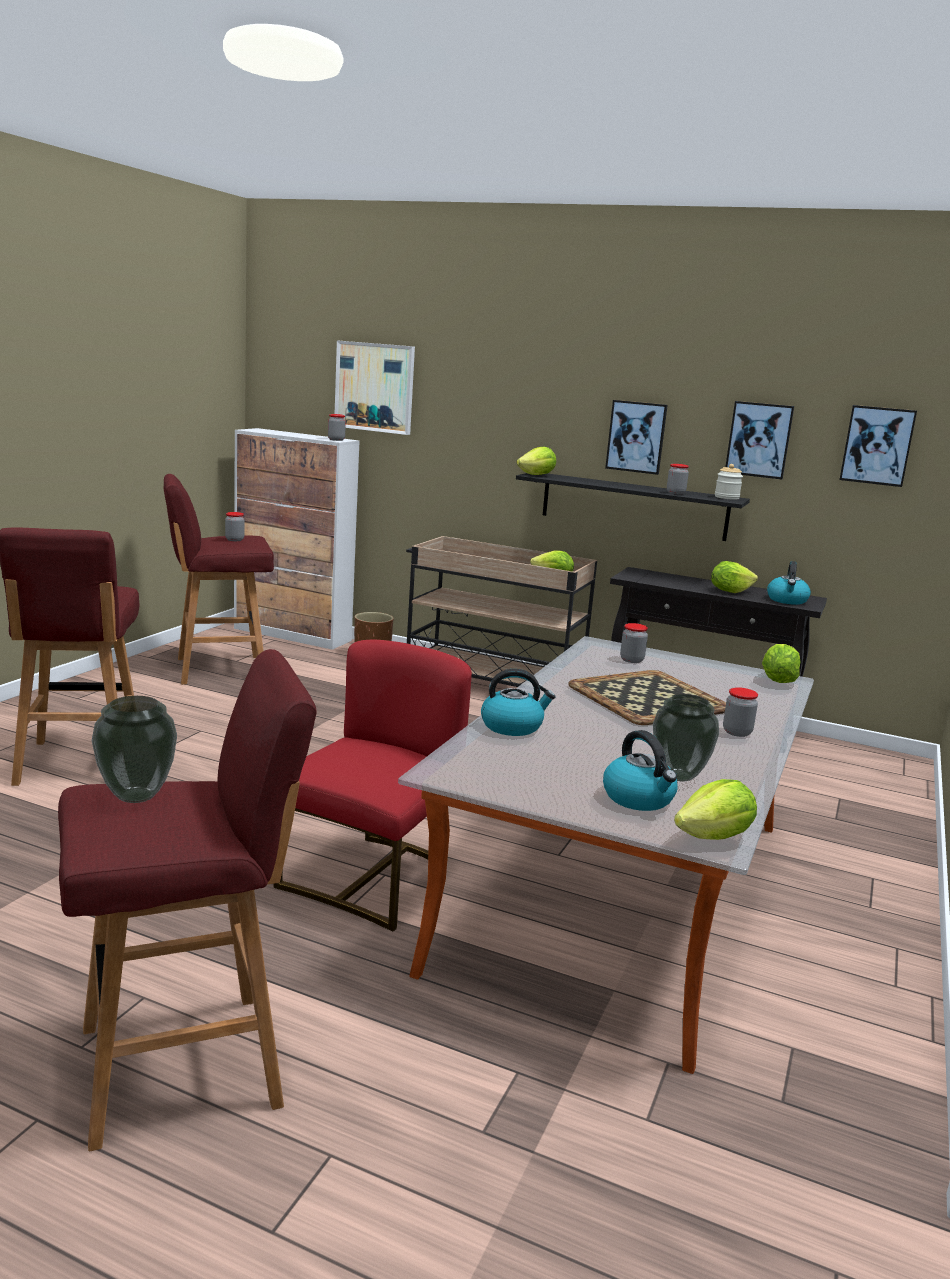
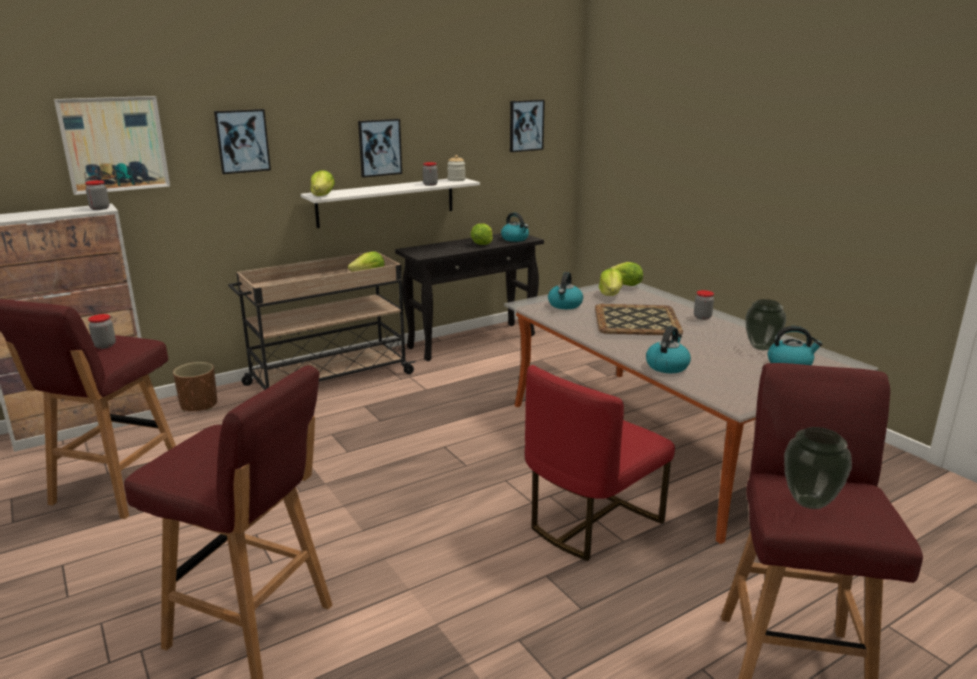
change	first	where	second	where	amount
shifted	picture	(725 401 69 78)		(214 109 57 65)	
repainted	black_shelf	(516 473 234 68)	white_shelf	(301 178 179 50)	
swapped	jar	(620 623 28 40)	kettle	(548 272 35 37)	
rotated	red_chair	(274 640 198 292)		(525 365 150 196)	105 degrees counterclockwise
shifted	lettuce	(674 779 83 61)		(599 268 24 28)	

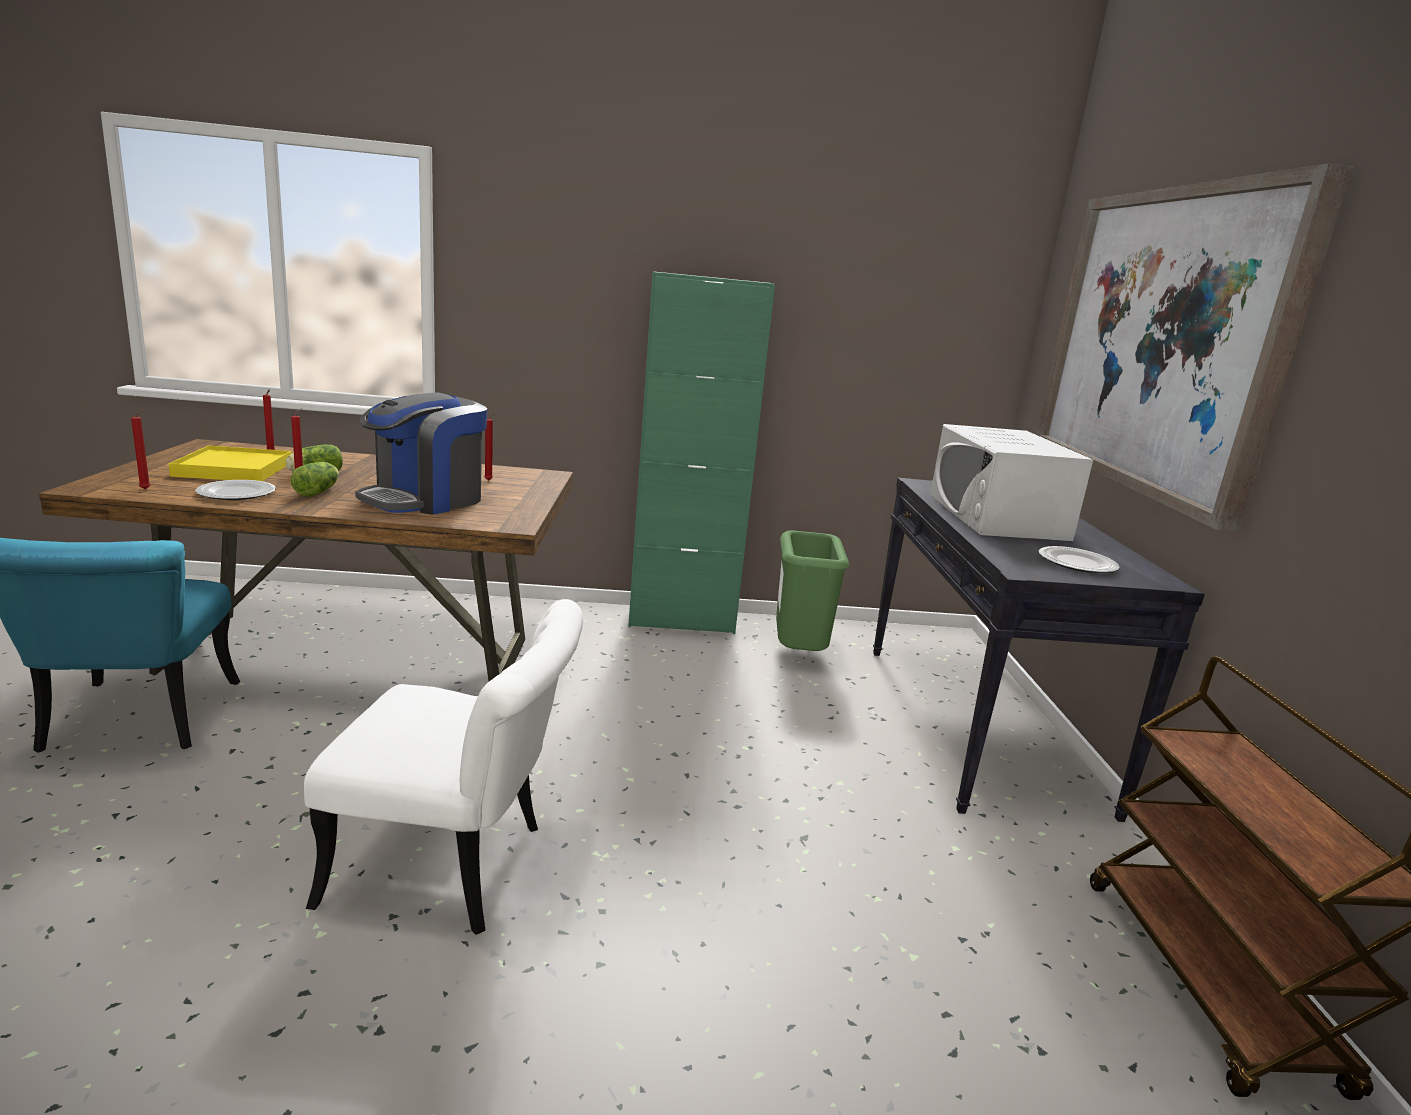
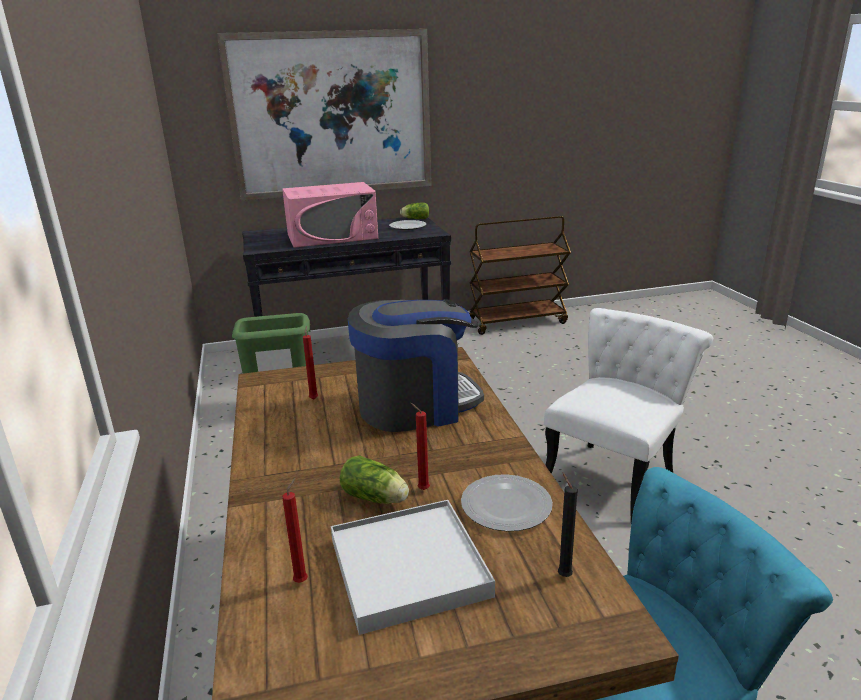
change	first	where	second	where	amount
gone	green_cabinet	(628 271 147 363)			
rotated	coffee_machine	(355 393 132 122)		(348 299 136 133)	45 degrees counterclockwise
repainted	red_candle	(131 410 20 80)	black_candle	(558 472 20 105)	
repainted	white_microwave	(930 424 163 117)	pink_microwave	(282 182 96 66)	
repainted	yellow_tray	(169 445 122 36)	white_tray	(331 500 164 135)	
shifted	lettuce	(291 462 48 35)		(400 202 29 17)	
rotated	white_chair	(304 599 279 336)		(544 308 169 215)	45 degrees clockwise

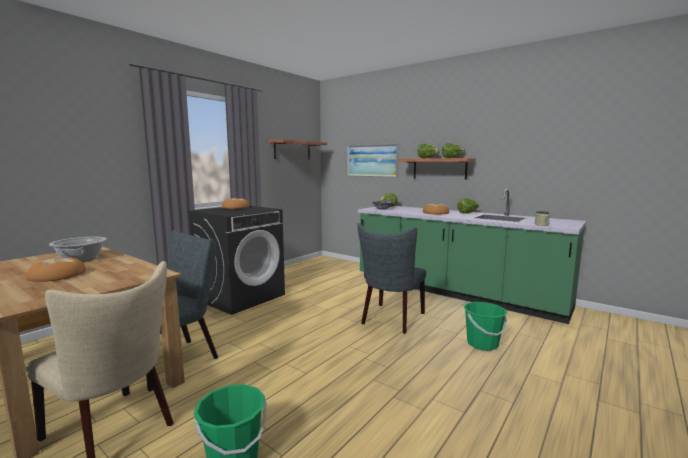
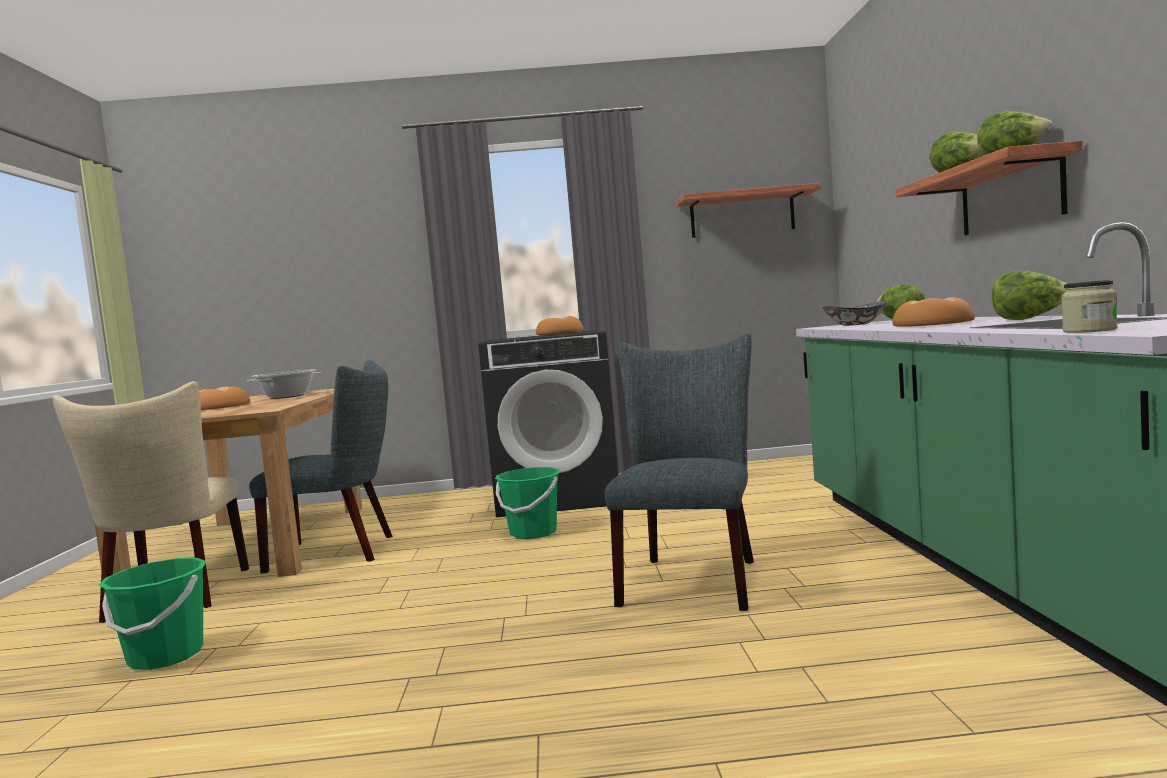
change	first	where	second	where	amount
gone	picture	(347 143 52 34)			
rotated	grey_chair	(357 223 69 111)		(605 333 149 278)	120 degrees clockwise
shifted	green_bucket	(464 302 44 49)		(495 467 65 72)	

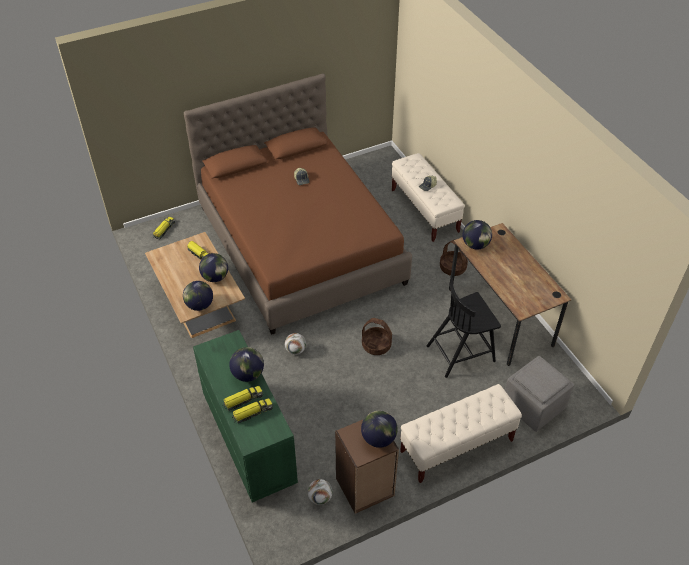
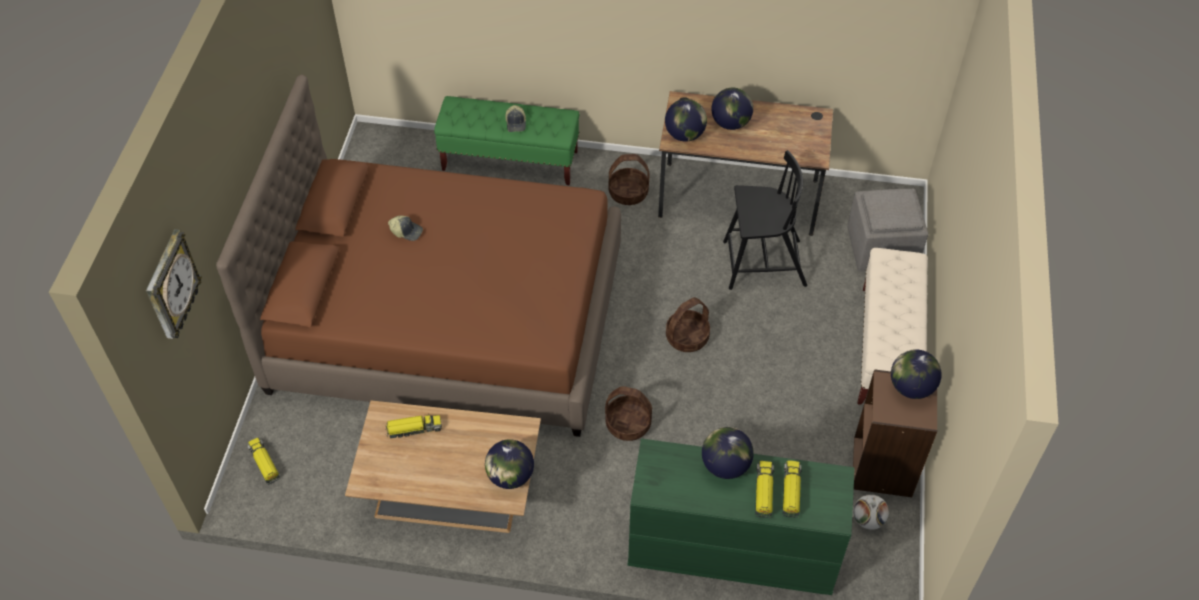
change	first	where	second	where	amount
repainted	beige_bench	(391 153 74 89)	green_bench	(434 96 145 89)	
shifted	globe	(199 253 29 29)		(711 88 42 42)	
rotated	black_chair	(426 277 75 101)		(723 150 84 140)	105 degrees counterclockwise
swapped	football	(285 333 21 22)	basket	(605 386 47 55)	
new			wall_clock	(146 229 56 110)	

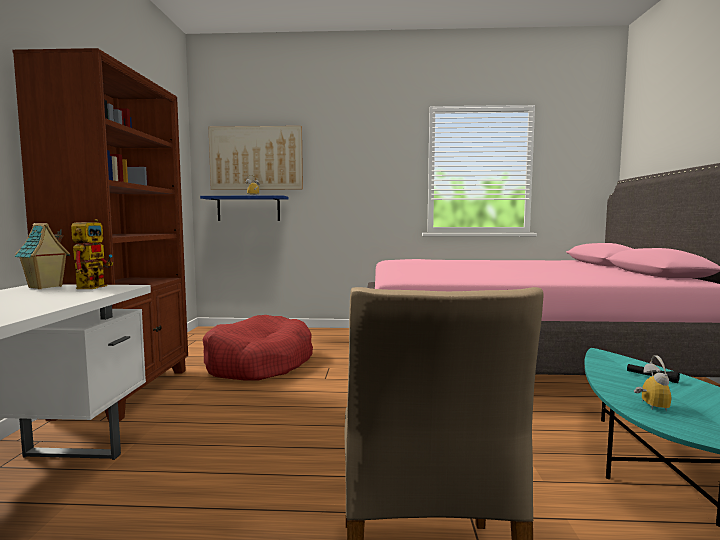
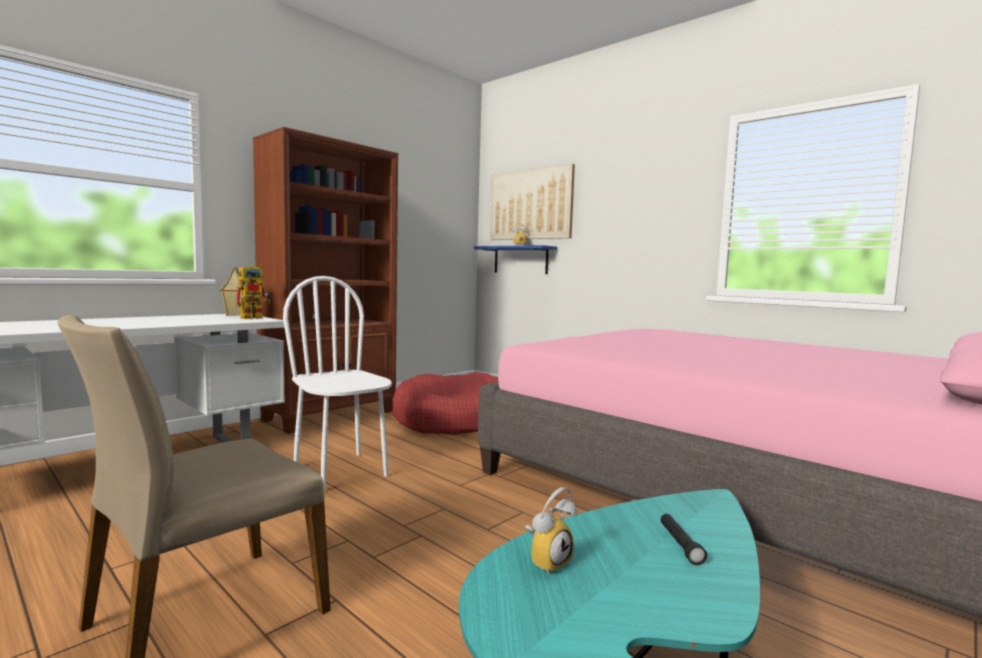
change	first	where	second	where	amount
new			white_chair	(283 276 109 216)	

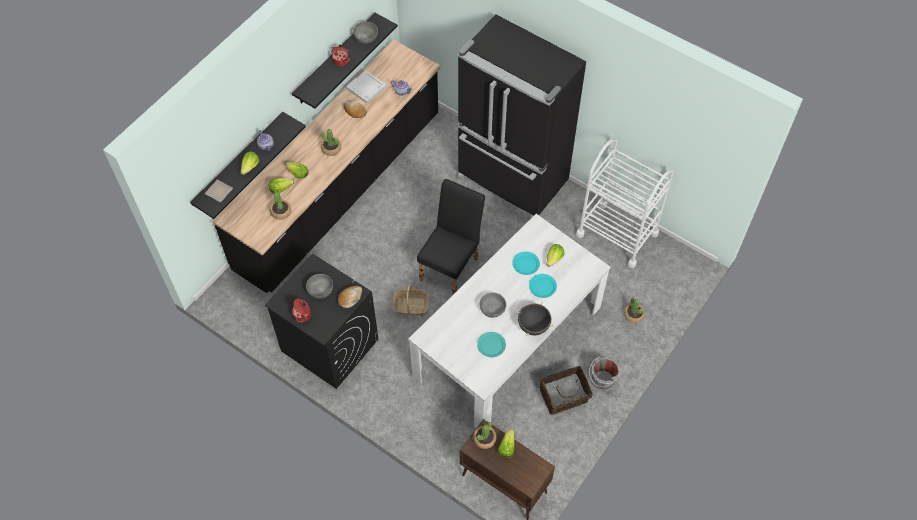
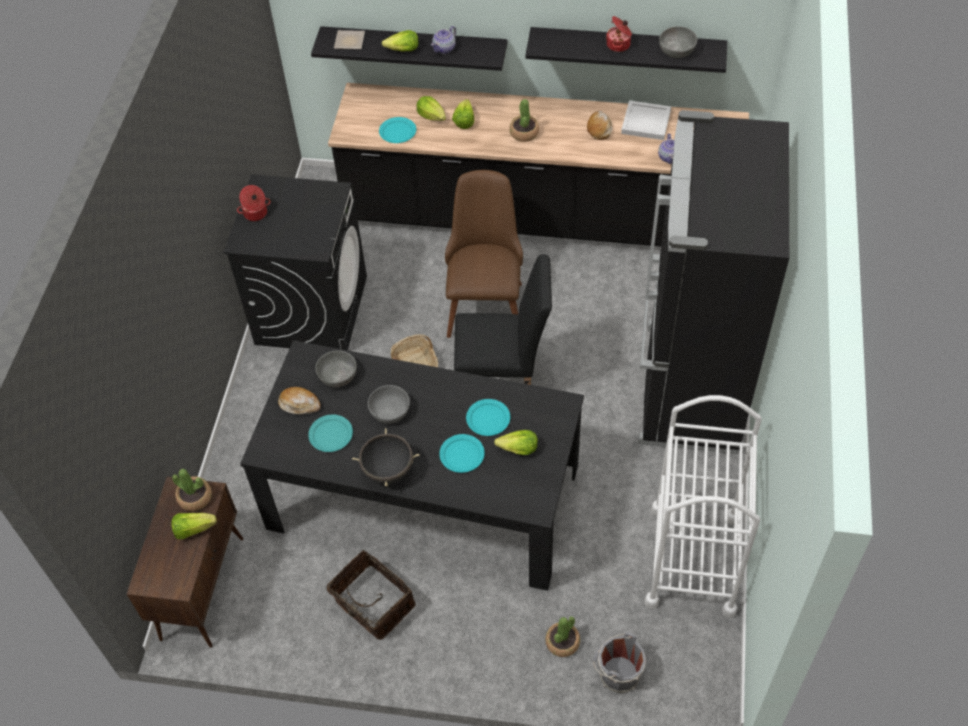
change	first	where	second	where	amount
swapped	potted_plant	(270 192 21 28)	turquoise_plate	(379 117 37 26)	
repainted	white_dining_table	(408 214 203 214)	black_dining_table	(240 340 344 251)	
shifted	grey_bowl	(306 274 27 25)		(315 350 42 38)	
shifted	bread	(338 286 24 23)		(278 387 43 27)	
shifted	grey_bucket	(589 356 31 36)		(593 632 53 61)	
new			brown_chair	(445 170 78 168)	

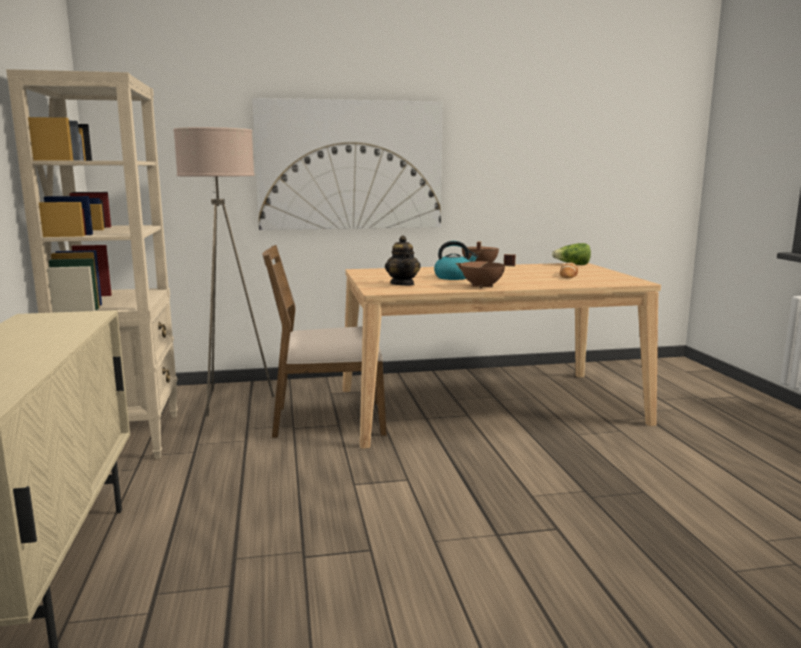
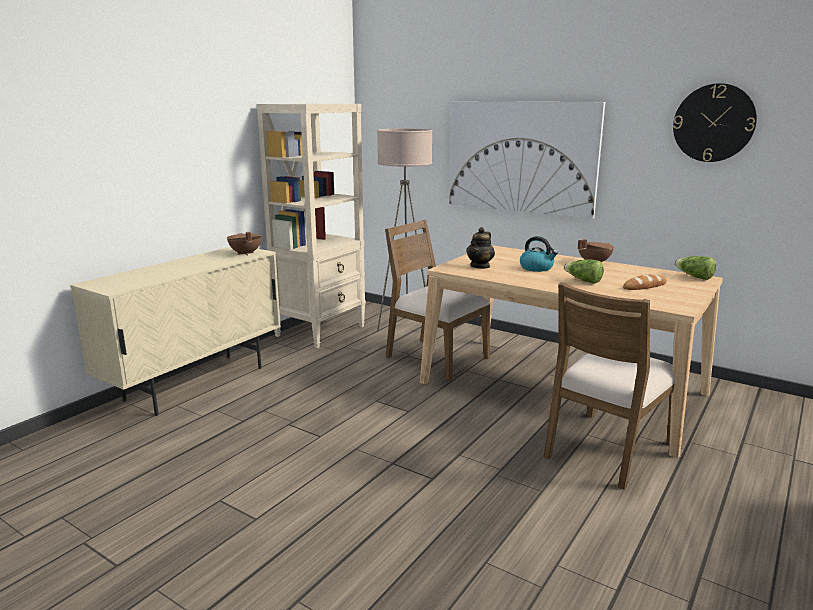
change	first	where	second	where	amount
shifted	brown_cooking_pot	(456 254 60 34)		(227 232 35 23)	
new			wall_clock	(673 83 84 79)	
new			lettuce	(564 260 40 24)	
new			brown_chair	(544 282 131 208)	

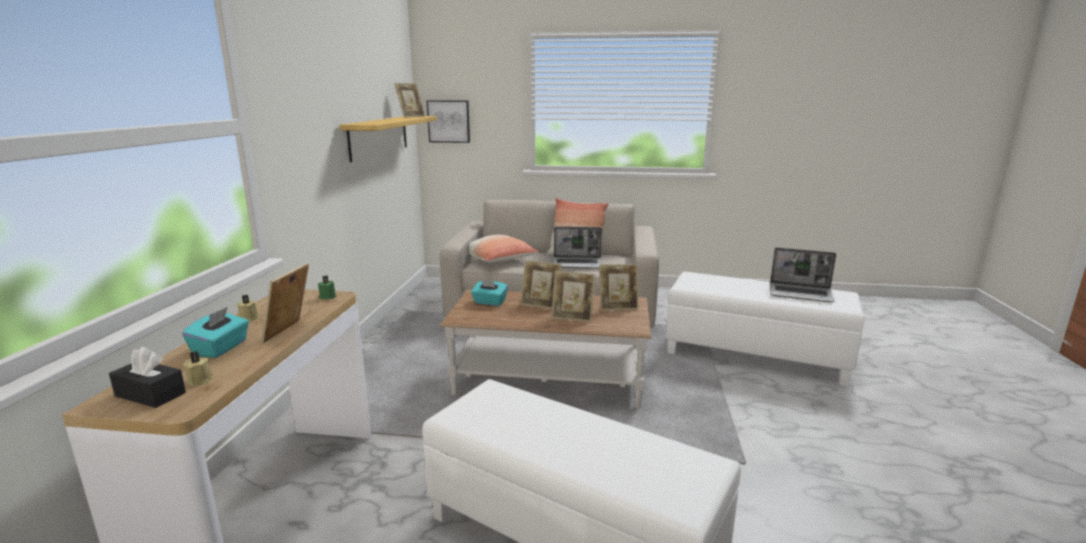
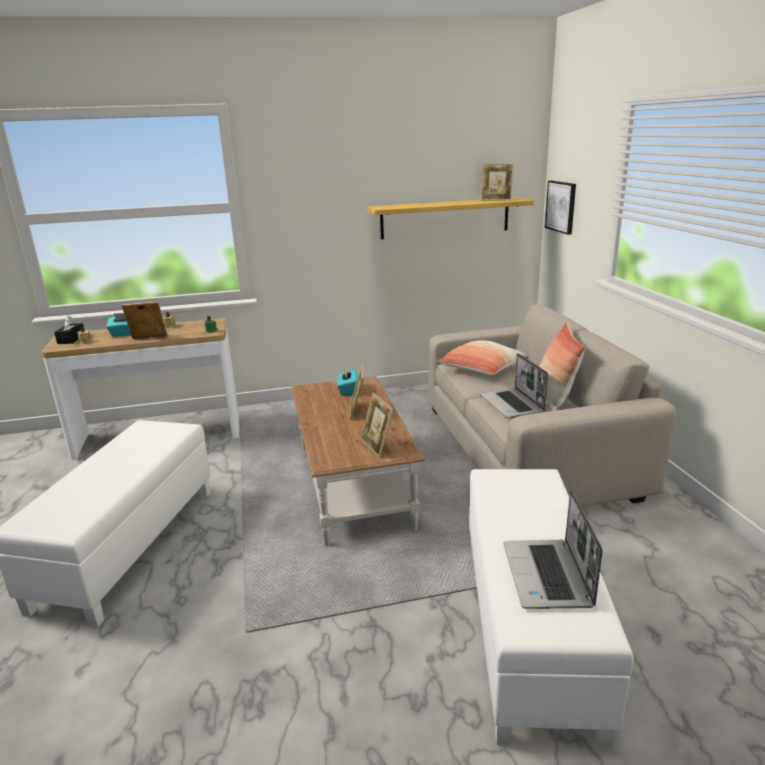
change	first	where	second	where	amount
gone	picture_frame	(551 271 44 51)			

